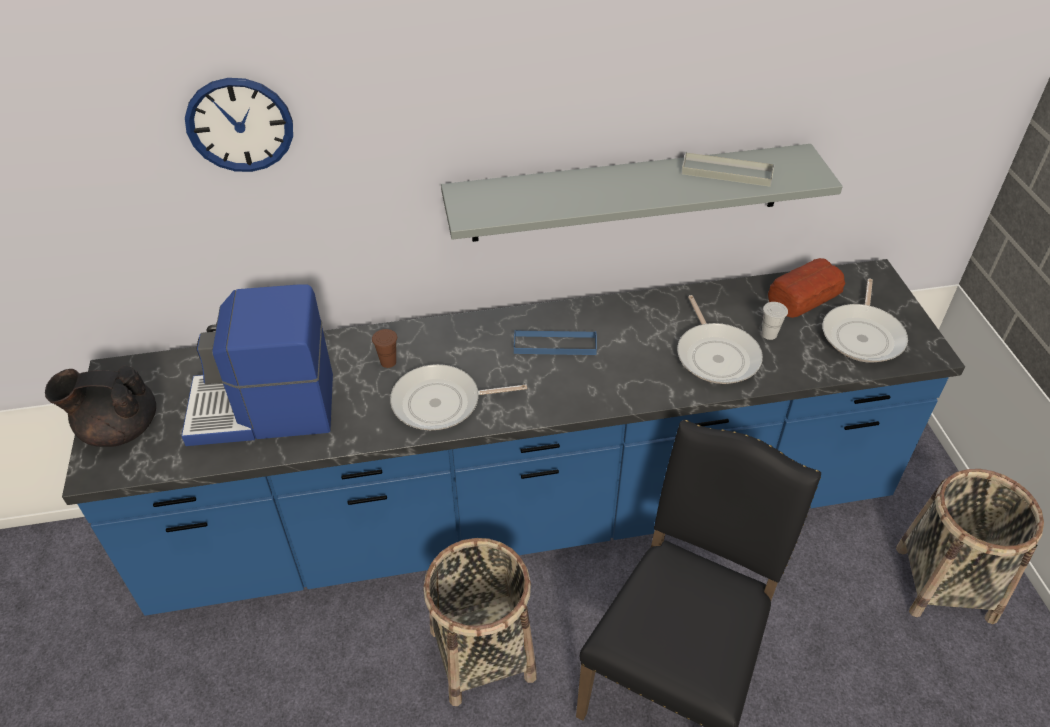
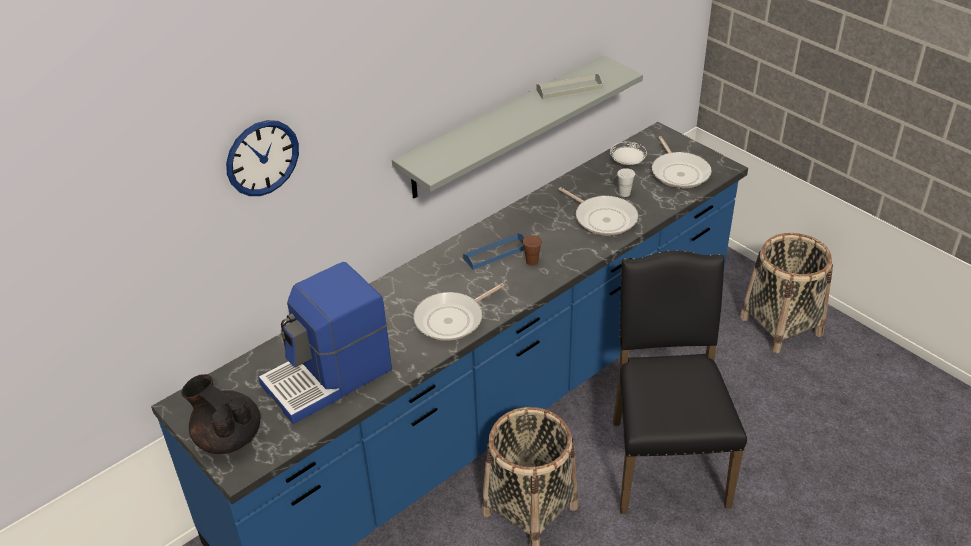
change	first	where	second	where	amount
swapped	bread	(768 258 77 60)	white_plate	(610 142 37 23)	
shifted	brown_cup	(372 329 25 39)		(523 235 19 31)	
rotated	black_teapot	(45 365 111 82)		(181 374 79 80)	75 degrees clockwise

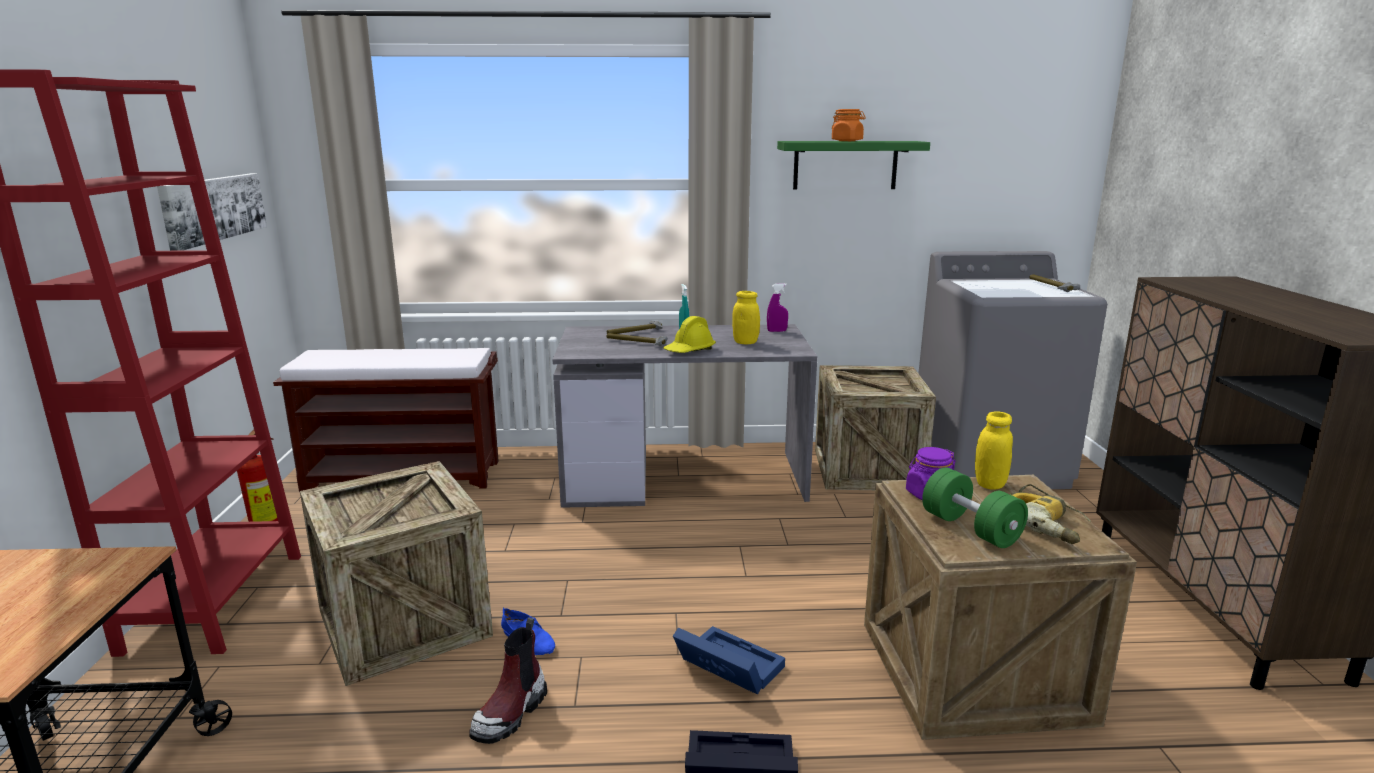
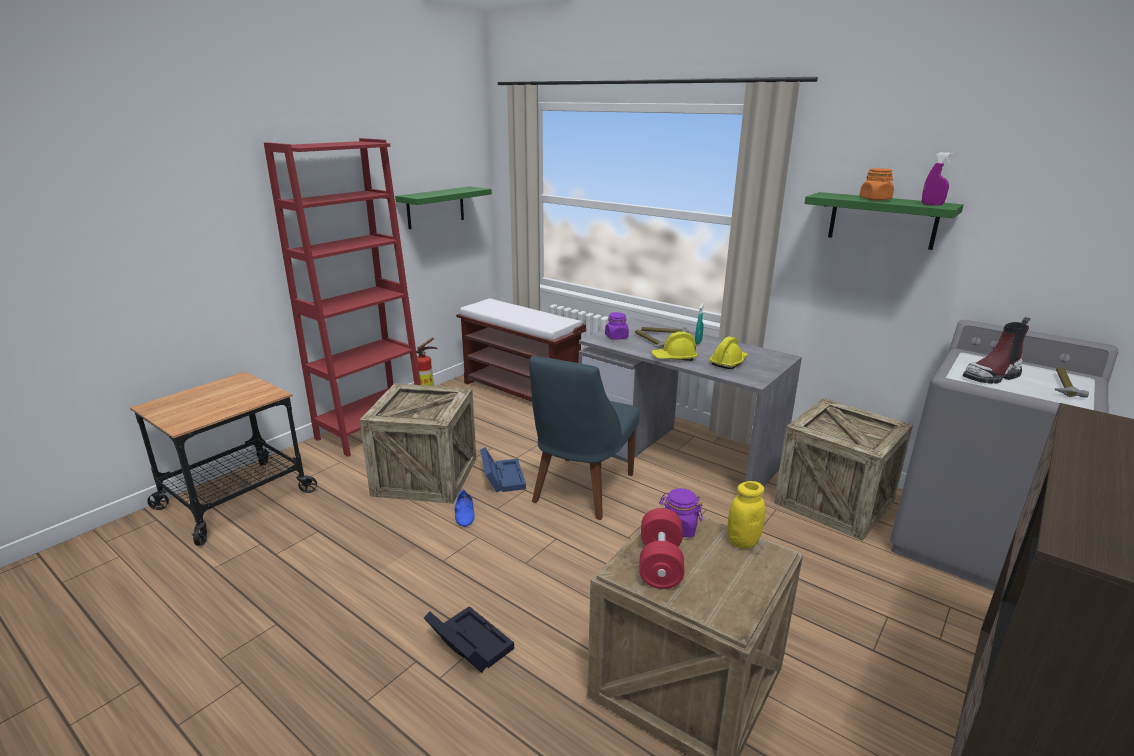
change	first	where	second	where	amount
swapped	picture	(157 173 110 78)	green_shelf	(395 186 97 43)	
shifted	purple_spray_bottle	(767 283 21 49)		(922 152 32 54)	
swapped	yellow_jar	(732 291 28 53)	yellow_hard_hat	(710 337 38 32)	
repainted	green_dumbbell	(922 467 106 81)	red_dumbbell	(639 508 45 81)	
gone	power_drill	(1010 484 81 60)			
shifted	boot	(469 618 78 126)		(963 317 67 67)	
shifted	blue_storage_box	(673 626 112 69)		(480 447 46 45)	
new			purple_jar	(605 312 24 28)	
new			blue_chair	(529 356 110 164)	

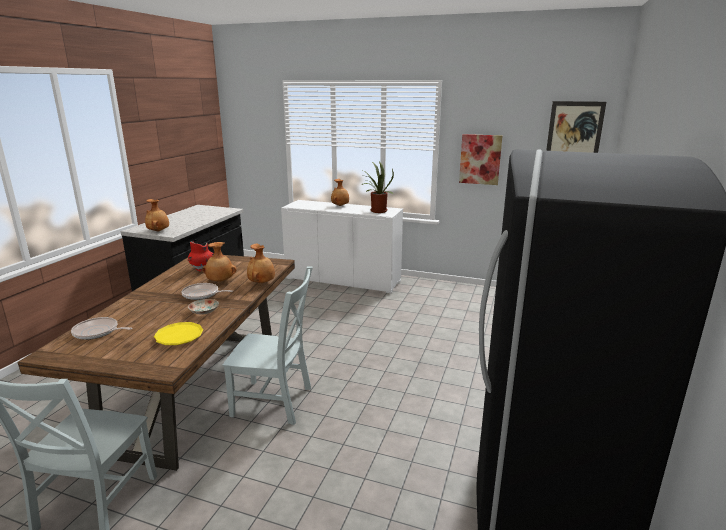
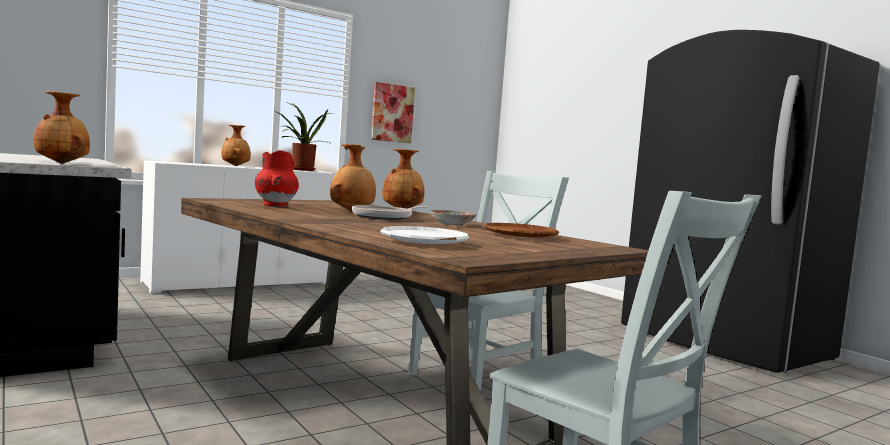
change	first	where	second	where	amount
gone	picture	(546 101 60 52)			
swapped	frying_pan	(71 317 61 23)	white_plate	(380 226 89 18)	
repainted	yellow_plate	(154 322 49 23)	brown_plate	(485 223 74 14)	

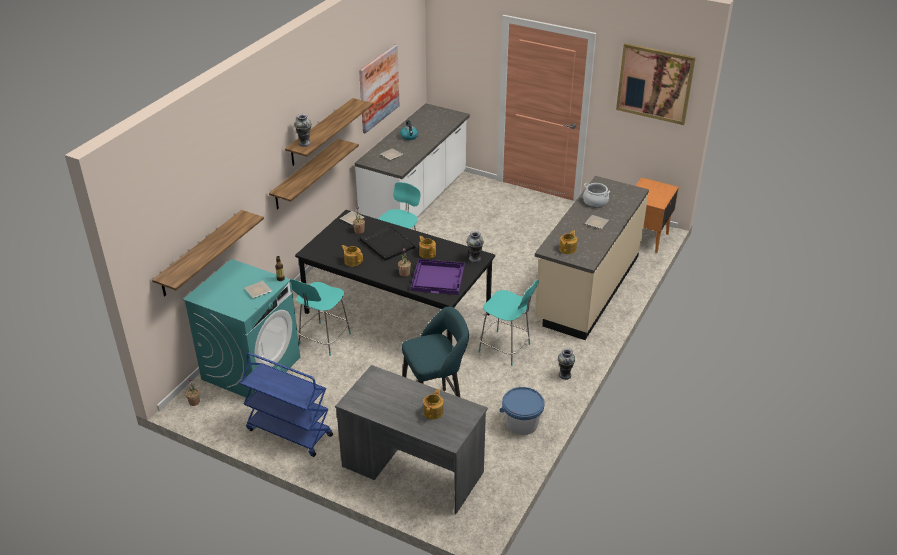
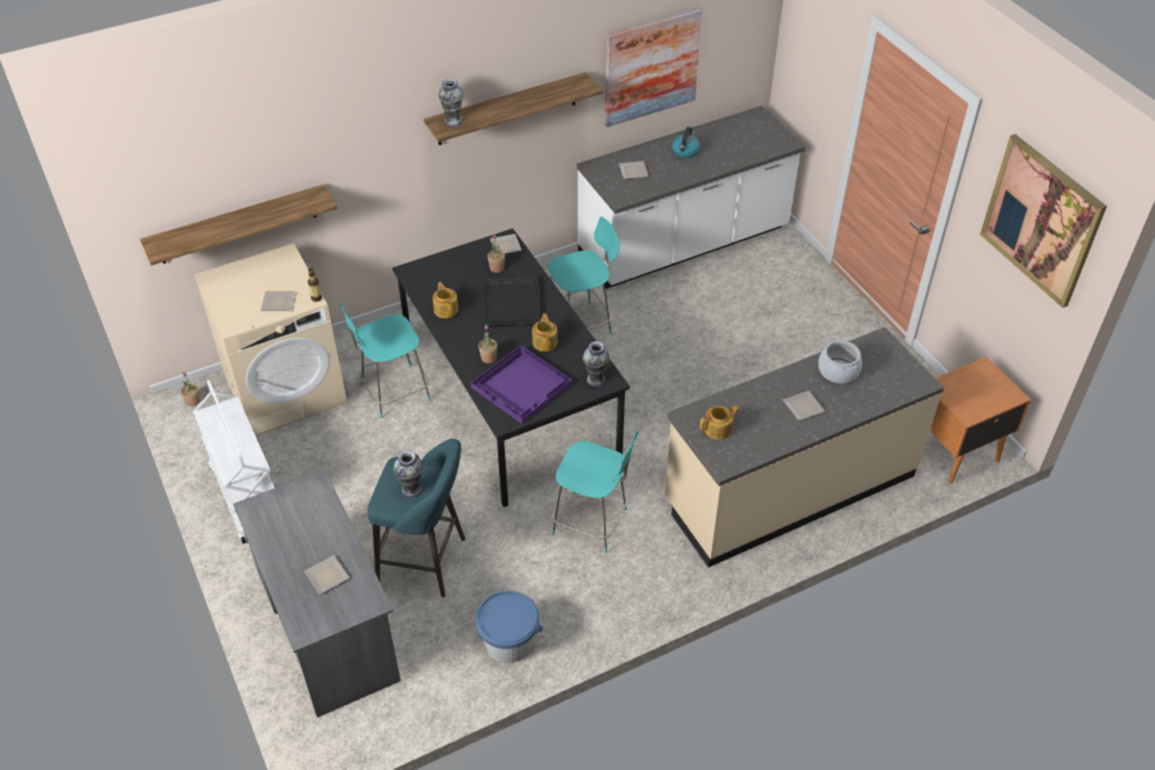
change	first	where	second	where	amount
gone	shelf	(269 139 90 71)			
repainted	turquoise_washing_machine	(183 259 117 140)	beige_washing_machine	(194 243 153 193)	
rotated	turquoise_chair	(478 280 61 86)		(552 431 87 122)	45 degrees counterclockwise
shifted	vase	(558 348 17 32)		(393 451 30 47)	
repainted	blue_cart	(240 353 93 104)	white_cart	(193 380 81 164)	
swapped	teapot	(423 389 21 31)	plate	(304 555 46 39)	

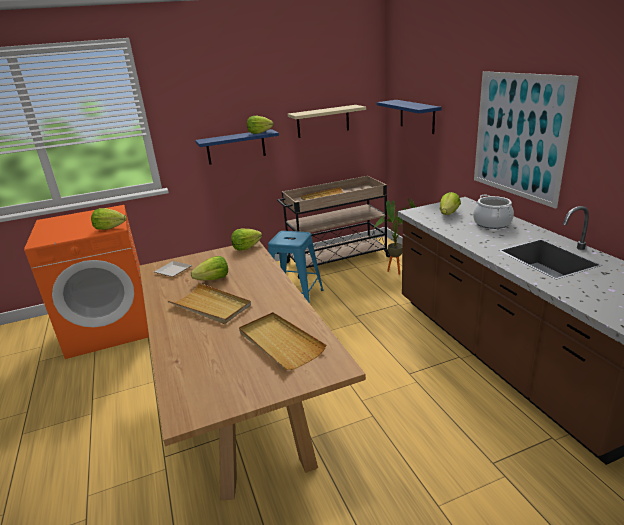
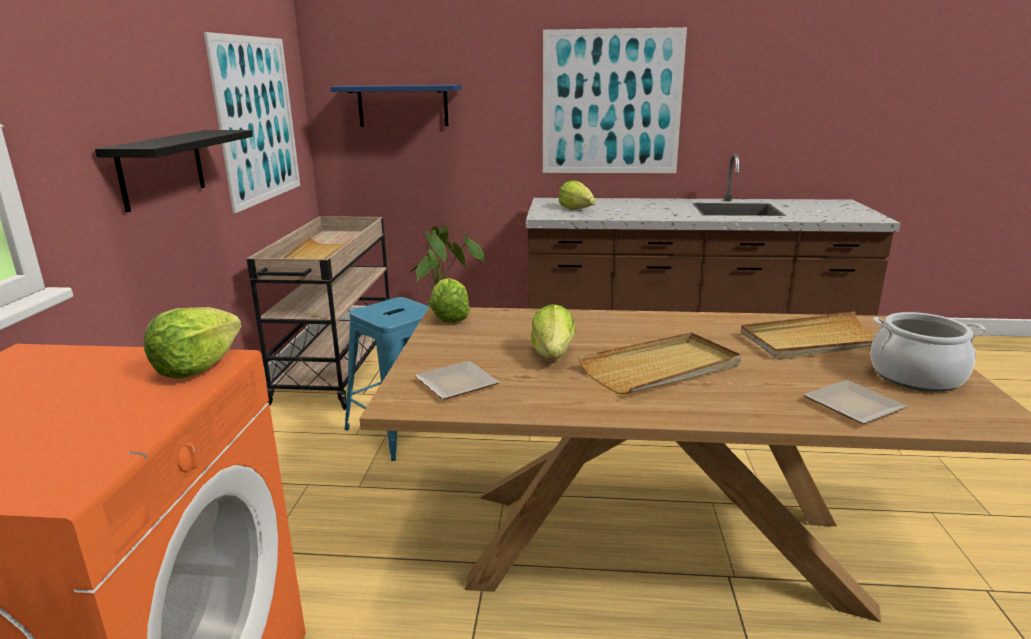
change	first	where	second	where	amount
swapped	beige_shelf	(288 105 78 33)	picture	(204 32 96 181)	
gone	lettuce	(247 115 27 19)			
repainted	blue_shelf	(195 129 84 36)	black_shelf	(95 130 158 82)	
shifted	cooking_pot	(473 194 41 35)		(870 312 116 80)	
new			plate	(803 380 105 44)	

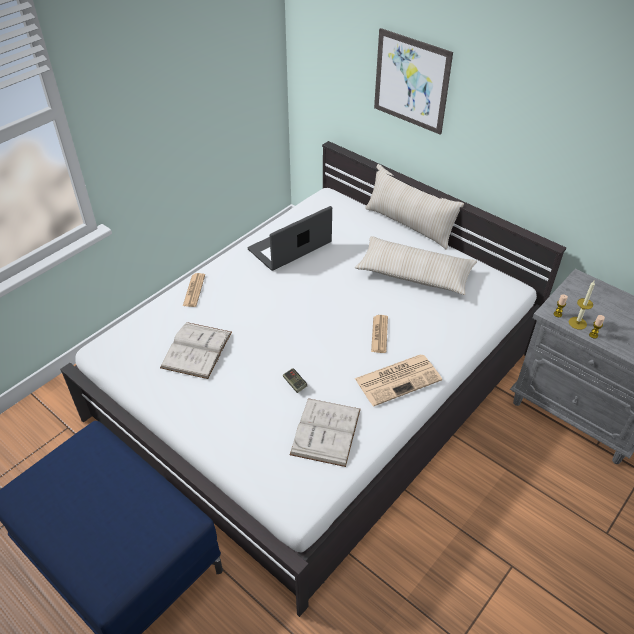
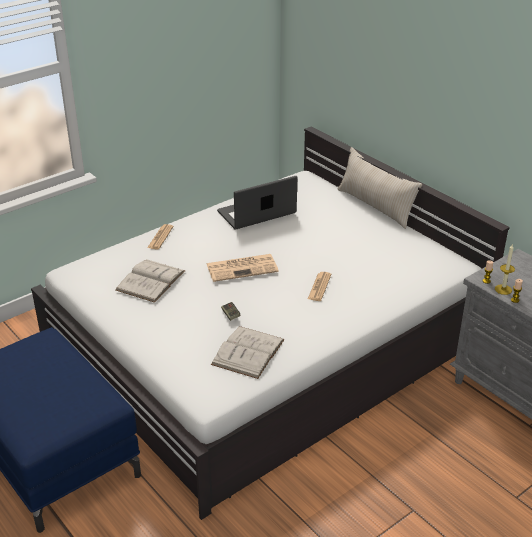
change	first	where	second	where	amount
gone	picture	(374 28 79 107)			
gone	beige_pillow	(355 236 122 59)			
shifted	newspaper	(354 354 88 52)		(207 254 72 28)	

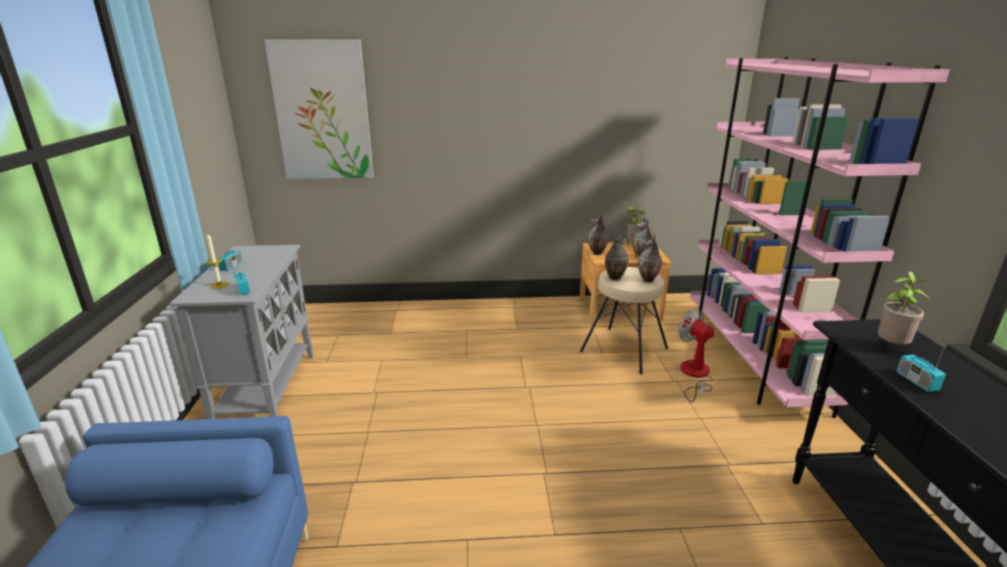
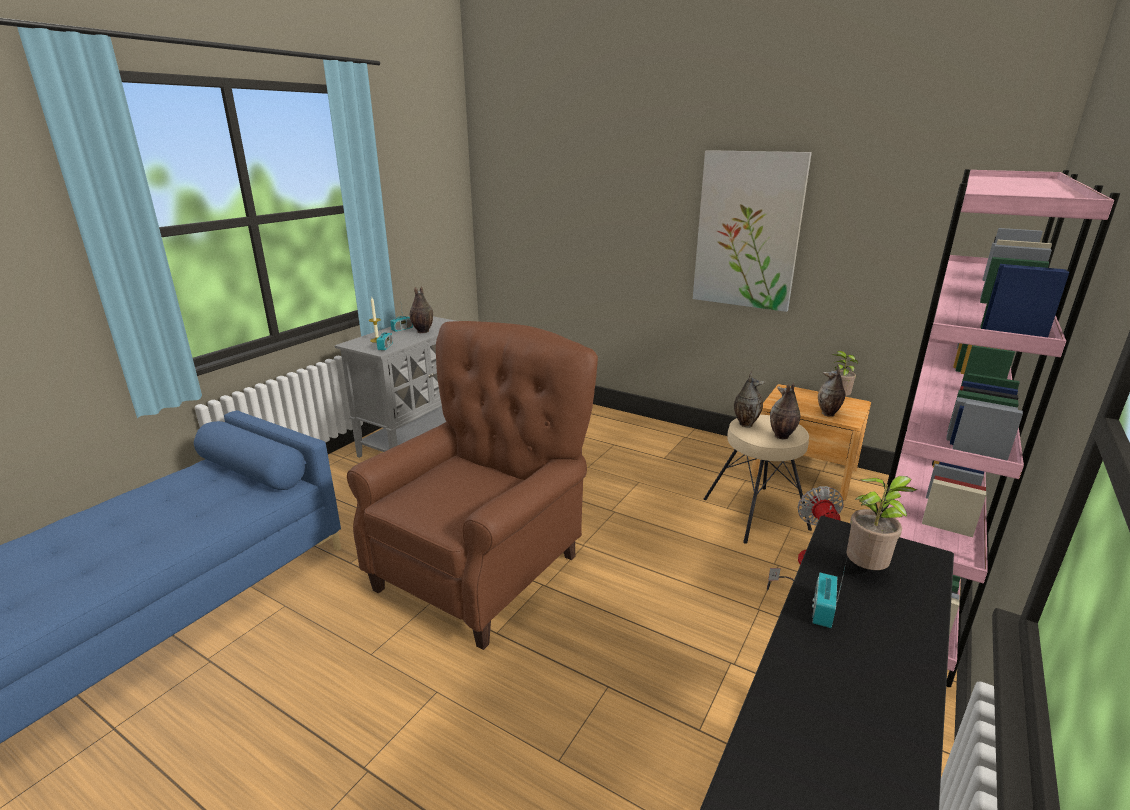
change	first	where	second	where	amount
shifted	picture	(264 40 110 139)		(693 150 119 162)	
shifted	vase	(588 214 20 41)		(410 286 23 47)	
new			brown_armchair	(347 321 251 329)	

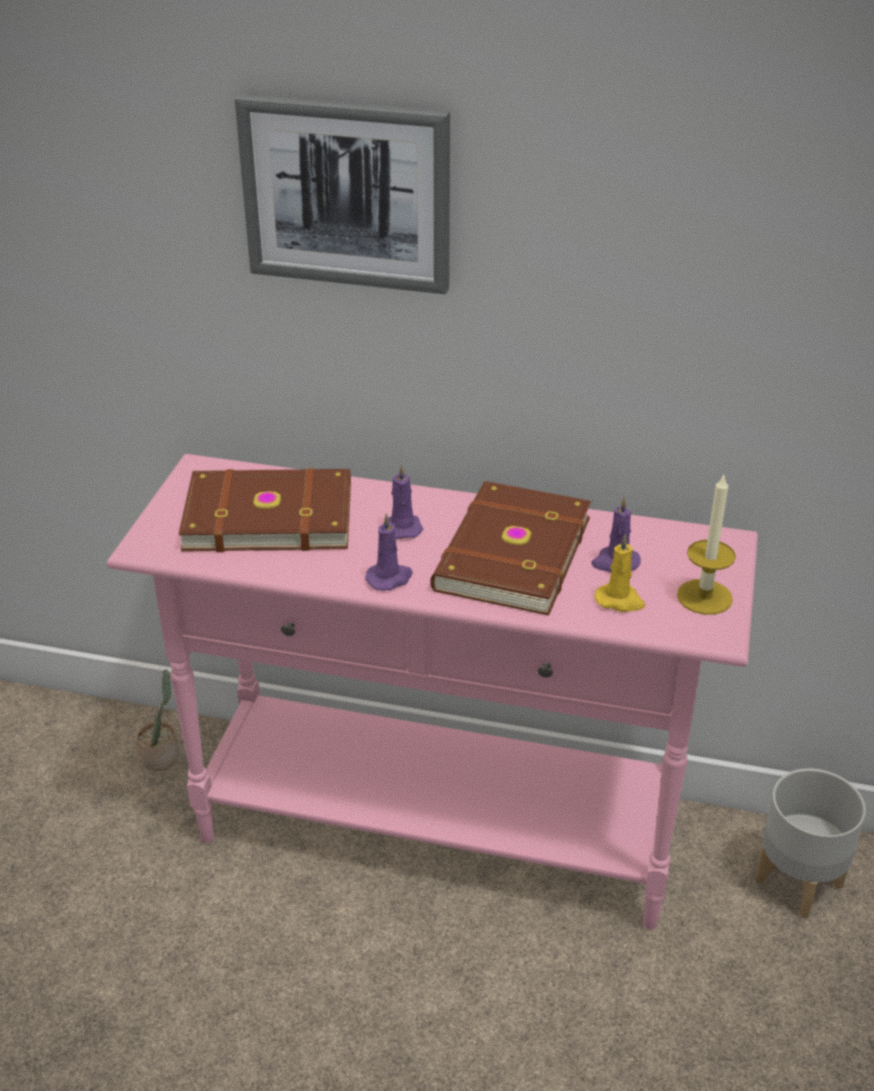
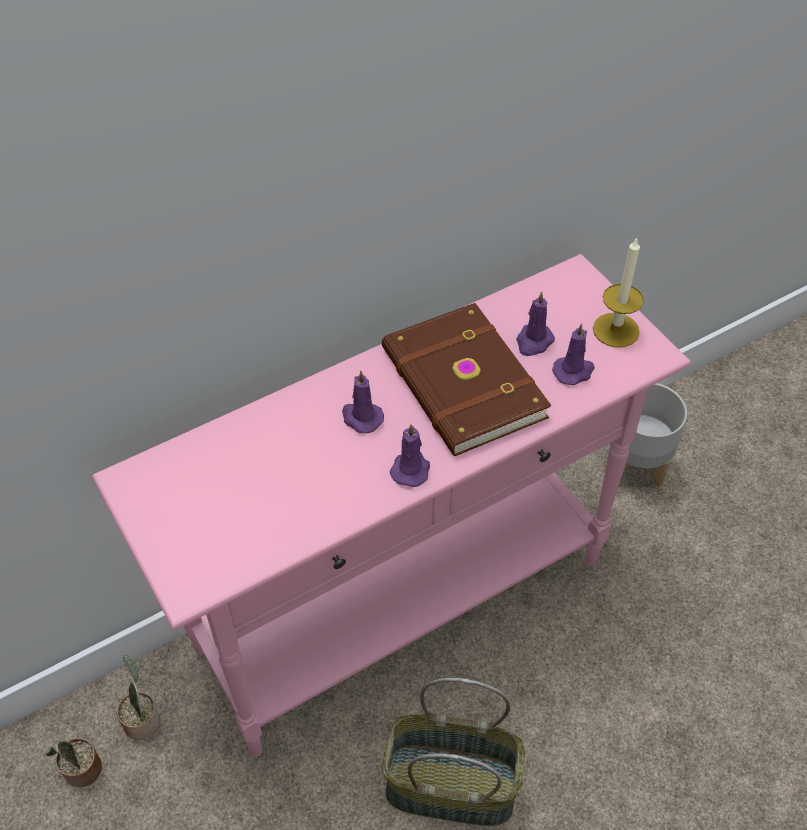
change	first	where	second	where	amount
gone	picture	(235 94 215 200)			
gone	brown_book	(179 468 172 84)			
repainted	yellow_candle	(595 534 50 78)	purple_candle	(552 323 43 62)	
new			basket	(382 678 143 148)	
new			potted_plant	(45 738 57 49)	

